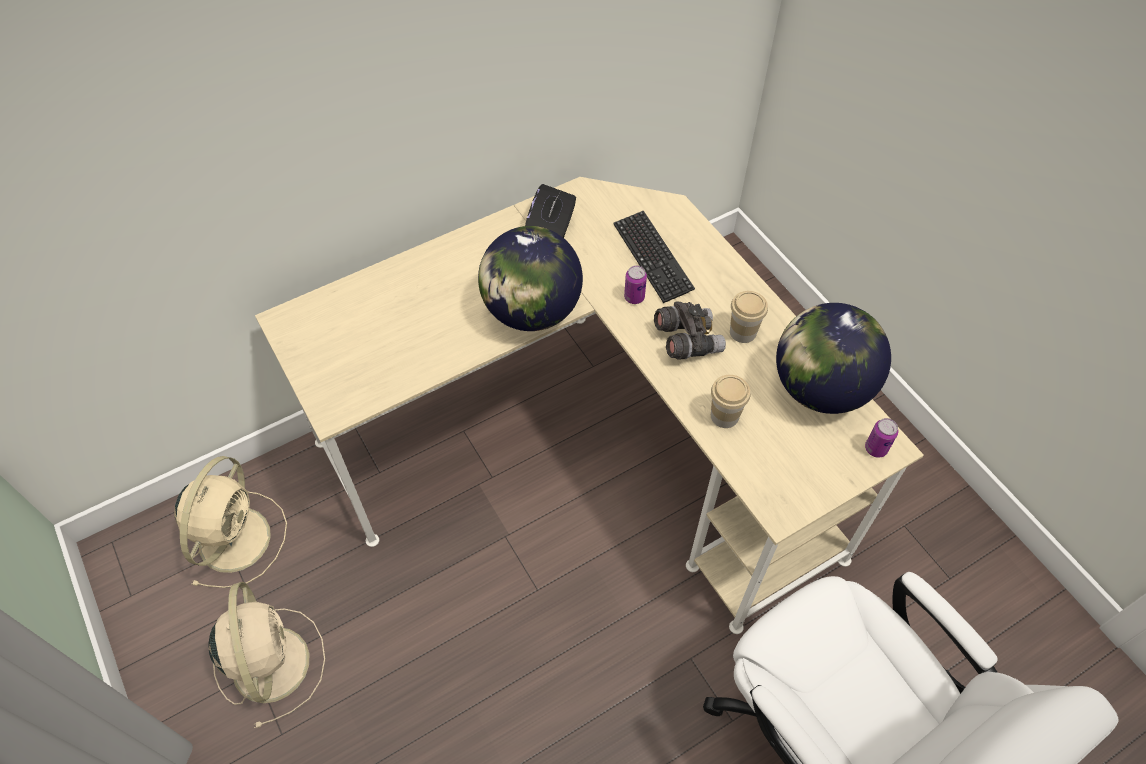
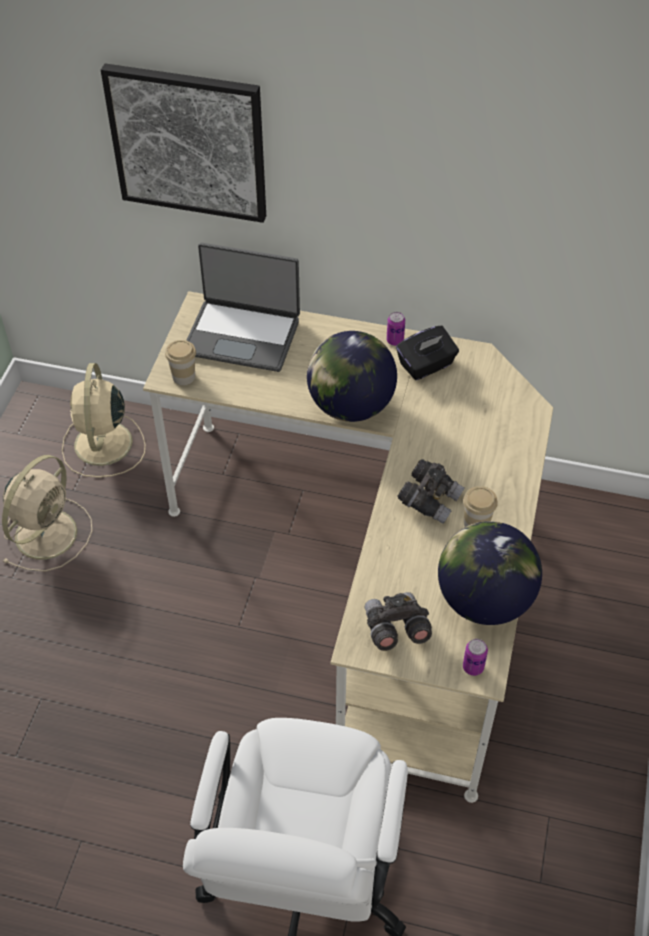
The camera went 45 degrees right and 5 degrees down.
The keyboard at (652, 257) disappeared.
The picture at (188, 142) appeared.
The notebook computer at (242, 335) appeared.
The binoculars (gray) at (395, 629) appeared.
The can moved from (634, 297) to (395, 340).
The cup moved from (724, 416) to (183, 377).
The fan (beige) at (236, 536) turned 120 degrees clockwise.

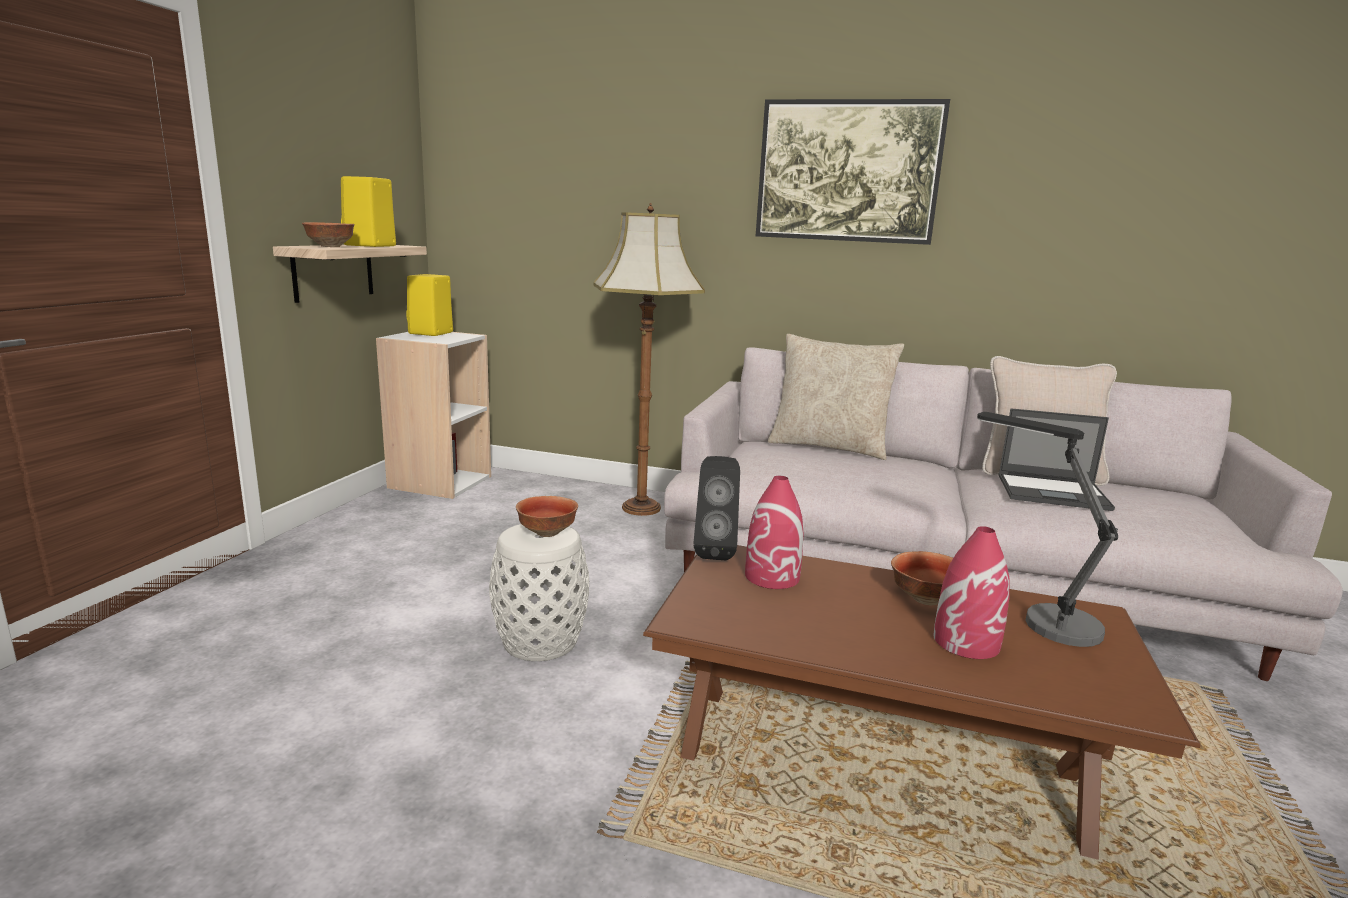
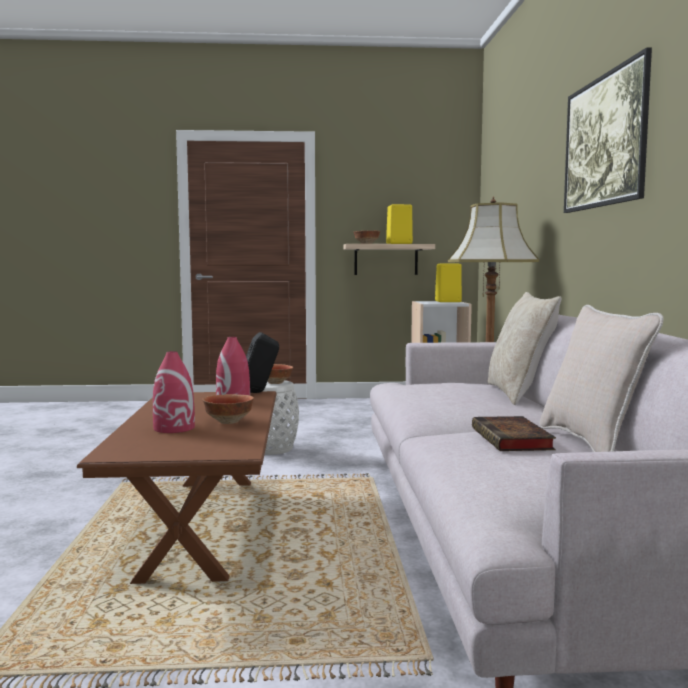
The camera went 70 degrees right and 10 degrees down.
The tabletop lamp at (1041, 618) disappeared.
The notebook computer at (1054, 492) was replaced by the bound book at (513, 440).

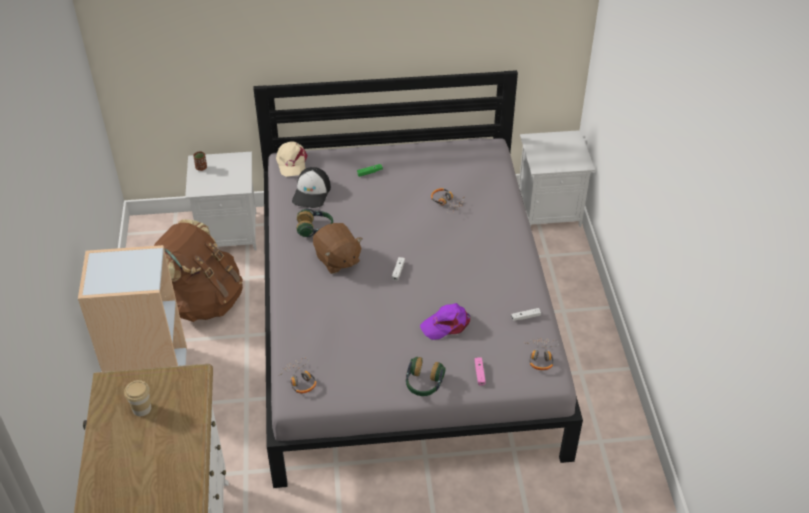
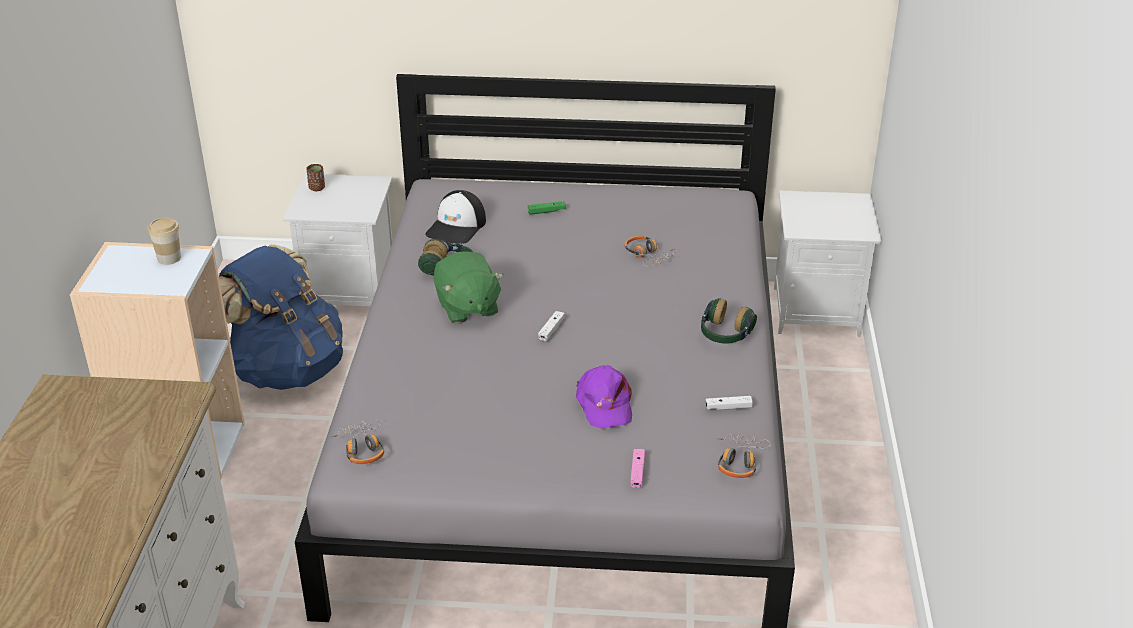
The camera went 10 degrees right and 10 degrees down.
The cap (beige) at (291, 163) disappeared.
The cup moved from (142, 408) to (169, 258).
The headphones moved from (423, 384) to (724, 335).
The rucksack (brown-coloured) at (203, 300) became the rucksack (blue-coloured) at (287, 369).
The soft toy (brown-coloured) at (337, 260) became the soft toy (green) at (467, 307).
The cap (purplish) at (446, 324) turned 90 degrees counterclockwise.

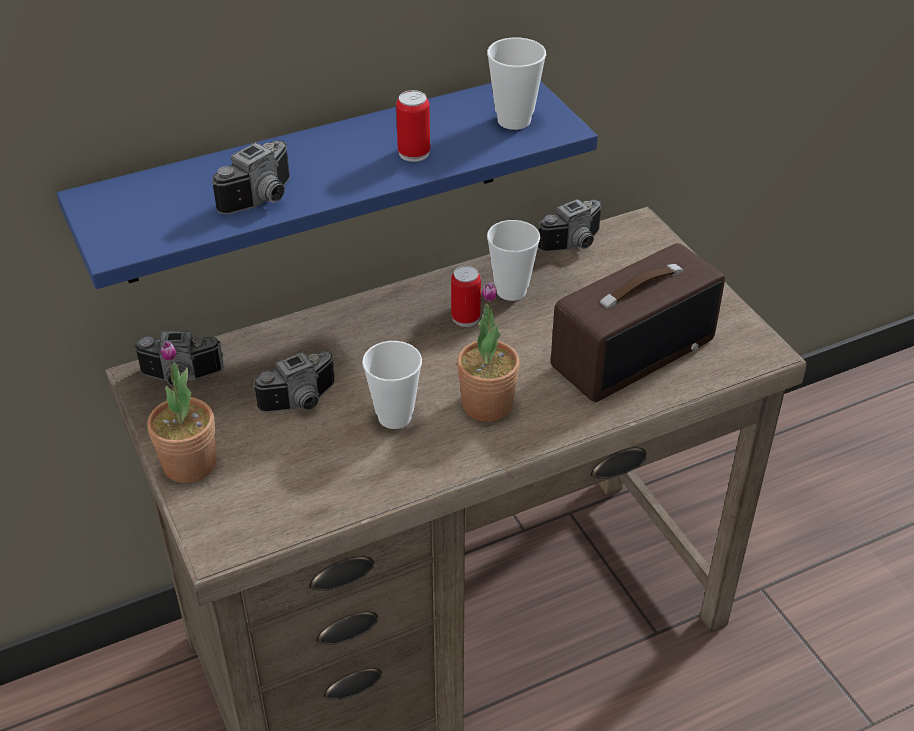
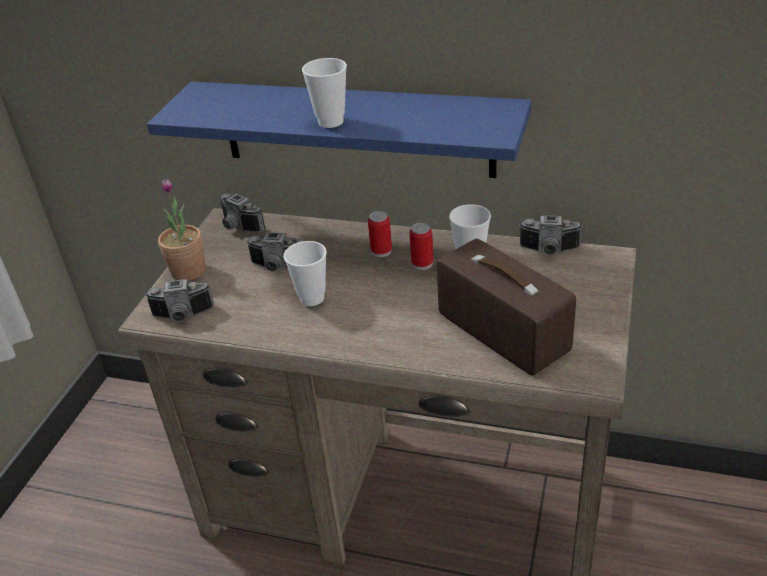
The camera went 45 degrees right and 5 degrees down.
The houseplant at (487, 405) disappeared.
The photo camera moved from (263, 200) to (182, 316).
The can moved from (414, 153) to (381, 251).
The cup moved from (514, 120) to (331, 122).
The radio at (632, 352) turned 135 degrees counterclockwise.

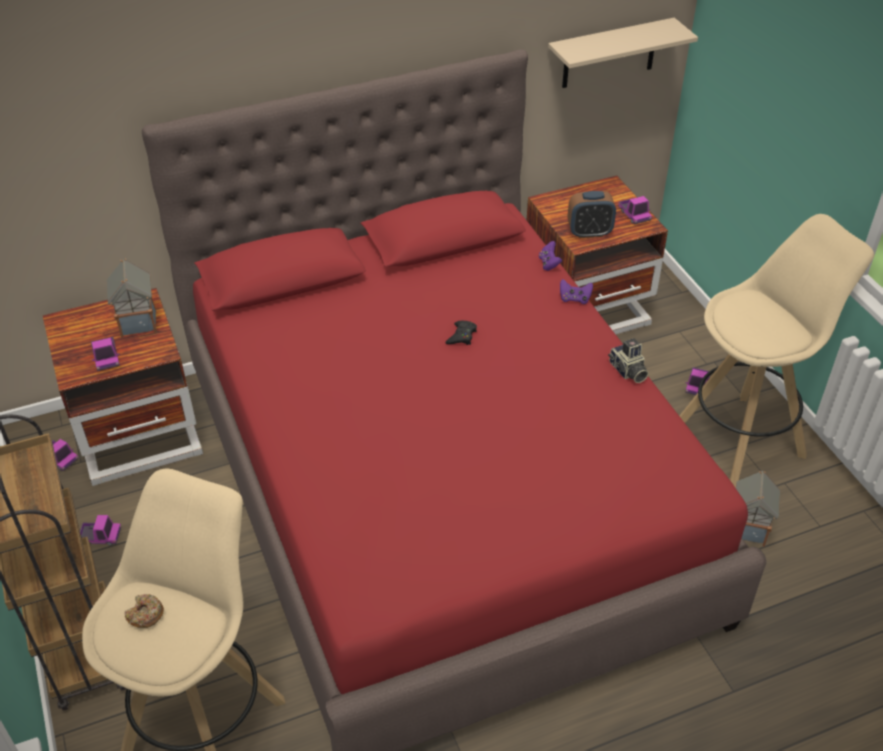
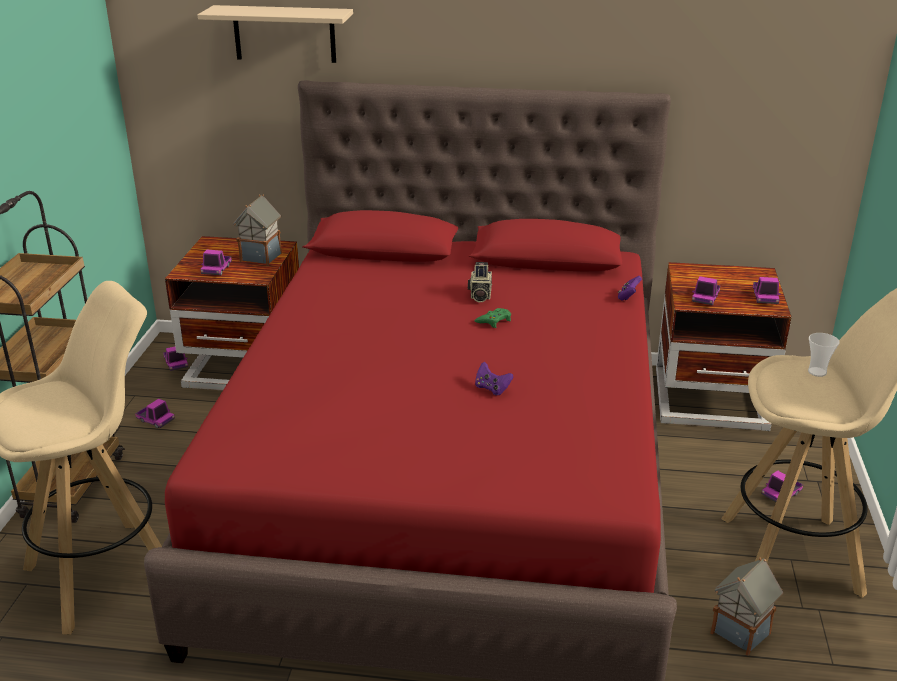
The camera went 30 degrees right and 15 degrees down.
The donut at (145, 615) disappeared.
The cup at (817, 372) appeared.
The wall shelf (beige) moved from (609, 54) to (284, 34).
The joypad (purplish) moved from (574, 299) to (492, 389).
The photo camera moved from (627, 371) to (479, 295).
The alarm clock at (589, 232) was replaced by the model truck at (705, 298).
The joypad (blackish) at (461, 336) became the joypad (green) at (494, 321).

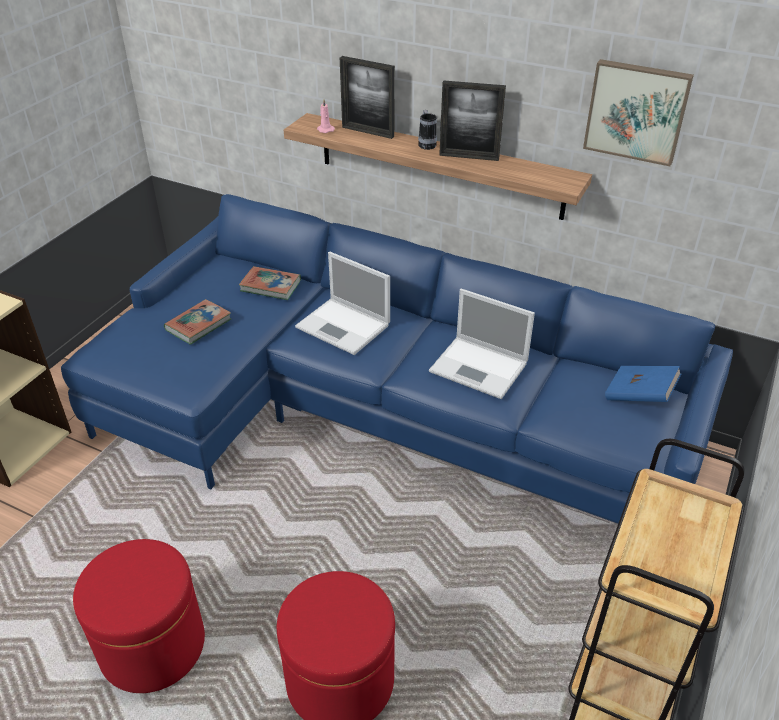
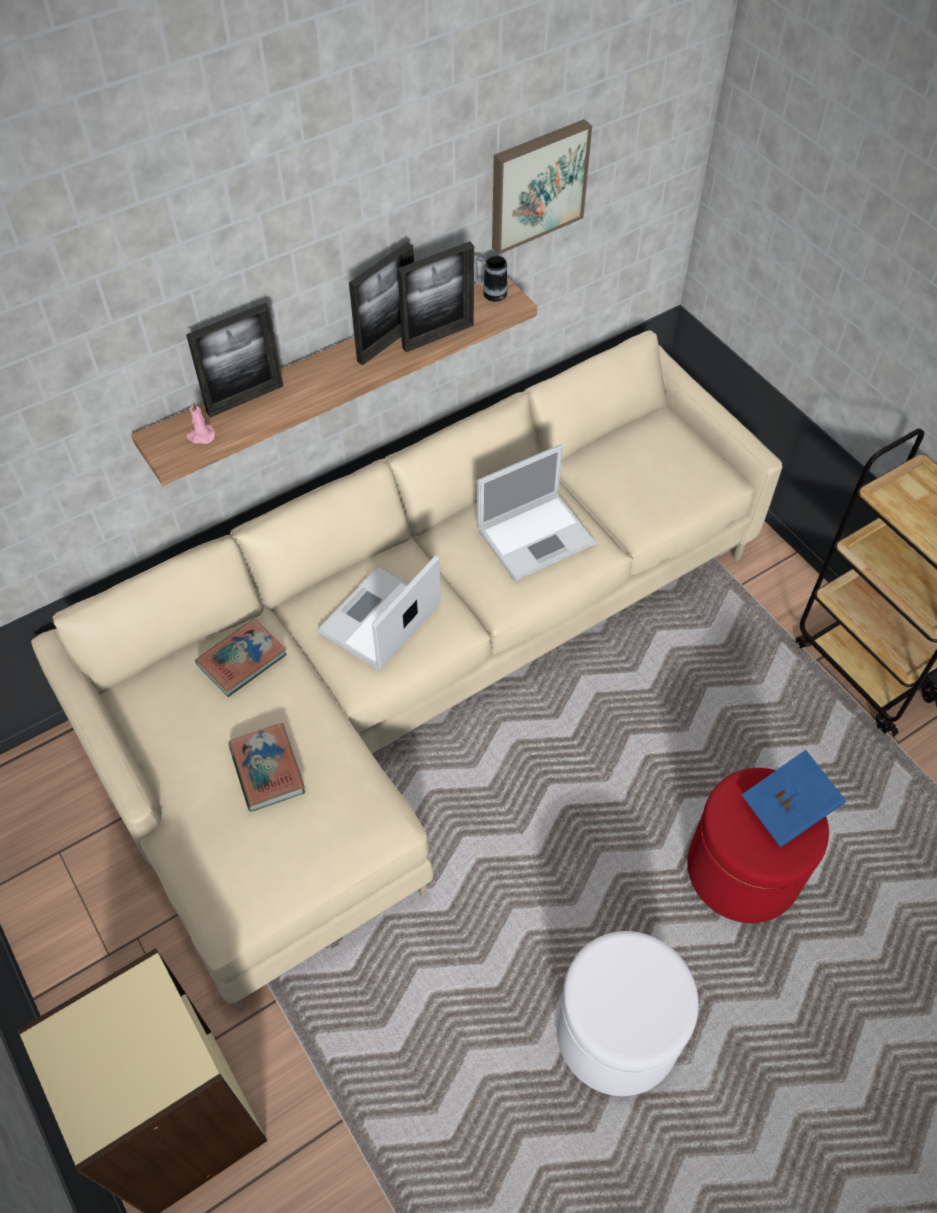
The camera went 60 degrees left and 15 degrees up.
The picture frame at (438, 336) appeared.
The coffee mug moved from (426, 144) to (490, 293).
The bound book (blue-coloured) moved from (639, 396) to (788, 808).
The couch (blue-coloured) at (377, 412) became the couch (beige) at (415, 671).
The ottoman (red) at (152, 645) became the ottoman (white-coloured) at (617, 1032).
The notebook computer at (344, 327) turned 150 degrees clockwise.

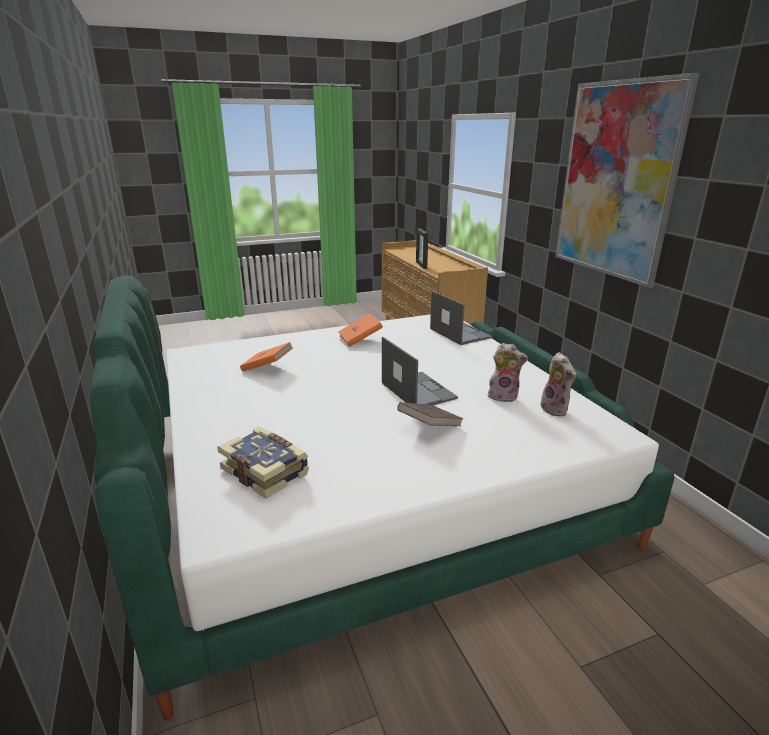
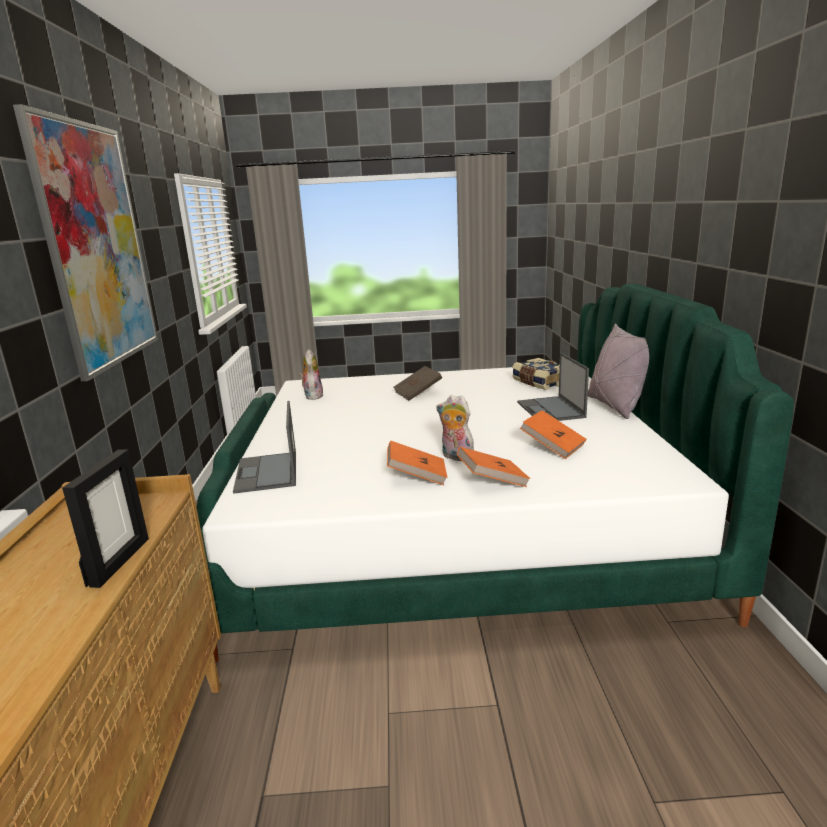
The camera went 160 degrees left and 5 degrees down.
The bound book (orange-coloured) at (492, 481) appeared.
The pillow (purplish) at (615, 406) appeared.
The notebook computer moved from (417, 390) to (551, 410).
The soft toy moved from (503, 396) to (456, 457).

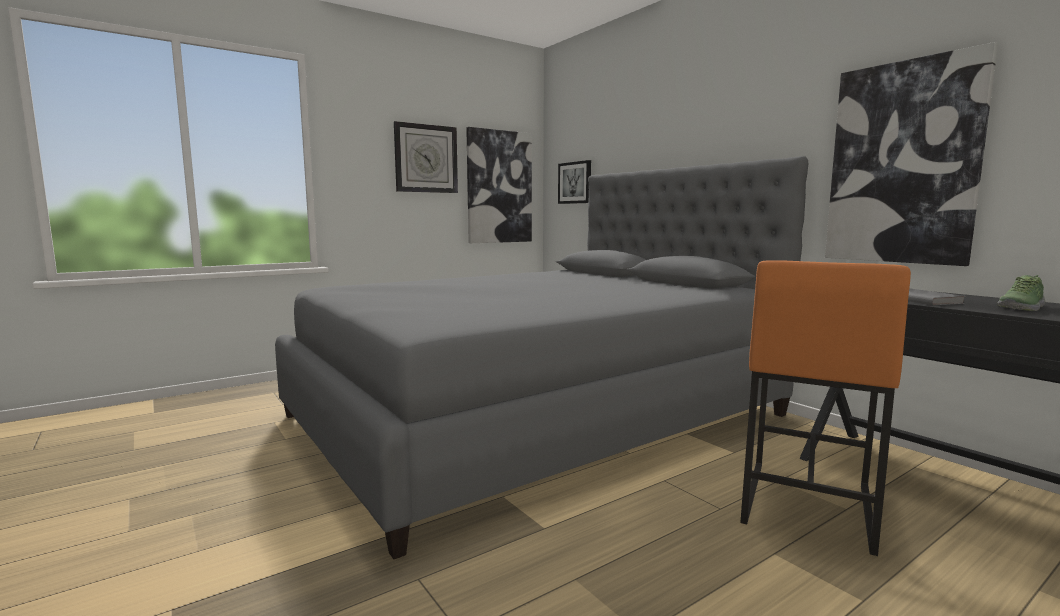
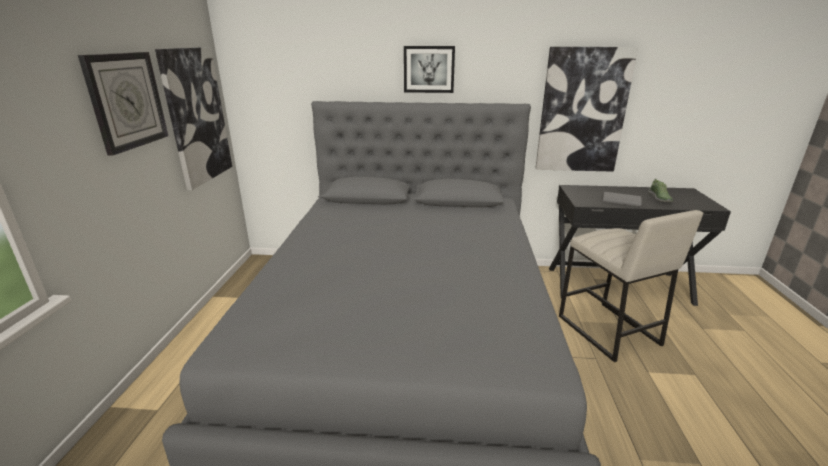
The camera went 50 degrees left and 15 degrees up.
The picture moved from (575, 182) to (429, 69).
The sitting stool (orange-coloured) at (807, 504) became the sitting stool (beige) at (608, 330).

